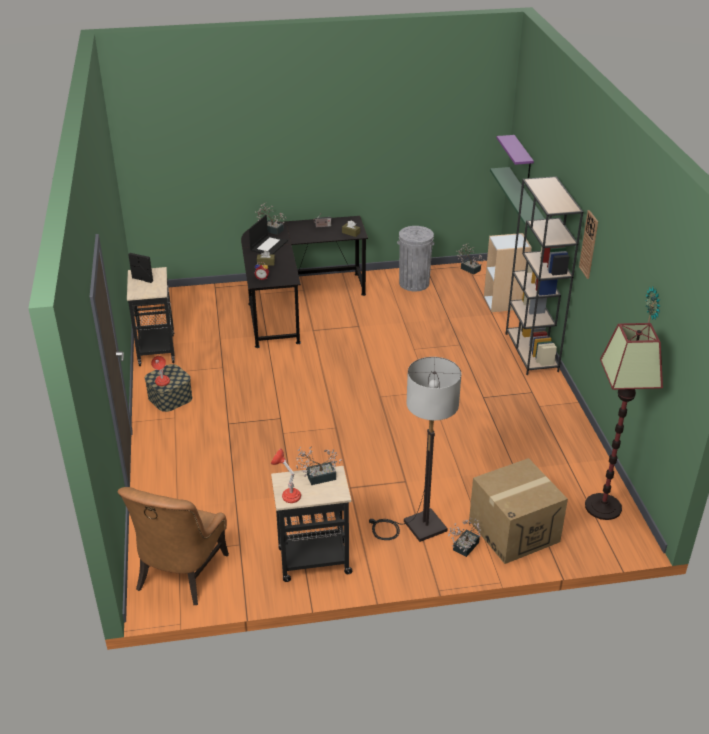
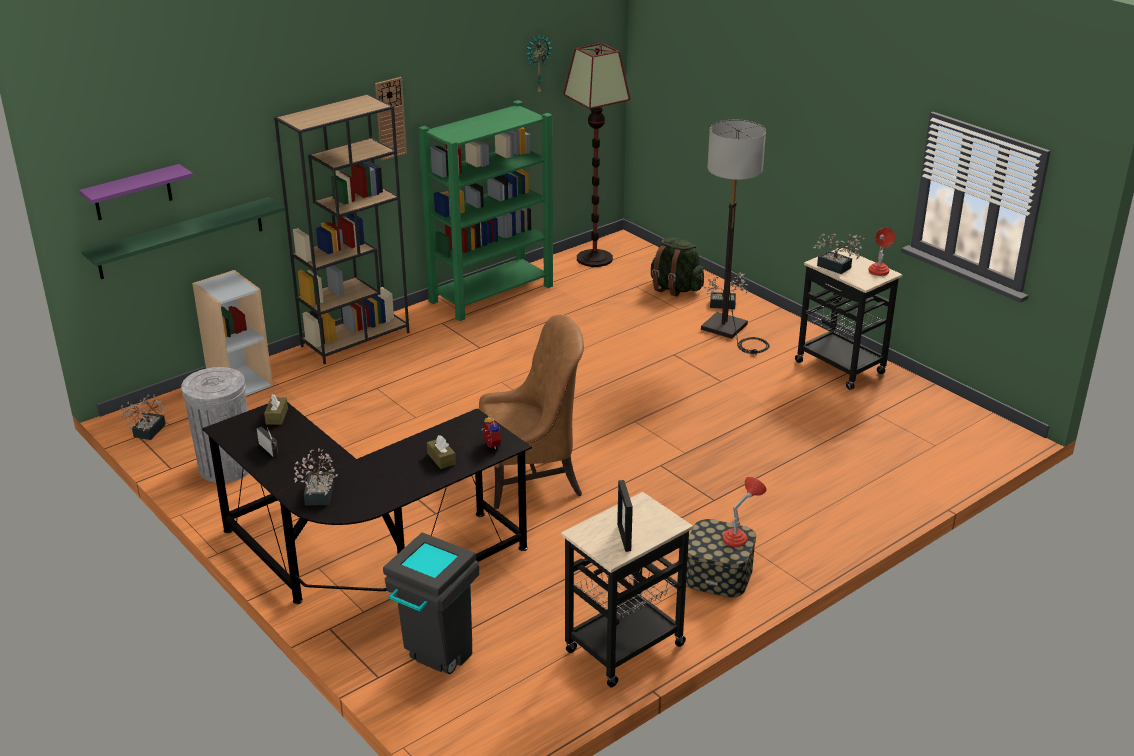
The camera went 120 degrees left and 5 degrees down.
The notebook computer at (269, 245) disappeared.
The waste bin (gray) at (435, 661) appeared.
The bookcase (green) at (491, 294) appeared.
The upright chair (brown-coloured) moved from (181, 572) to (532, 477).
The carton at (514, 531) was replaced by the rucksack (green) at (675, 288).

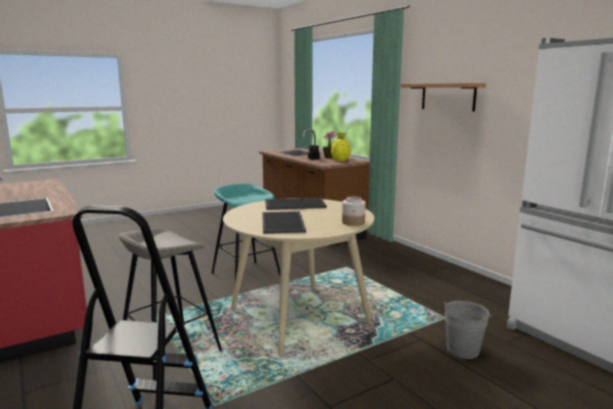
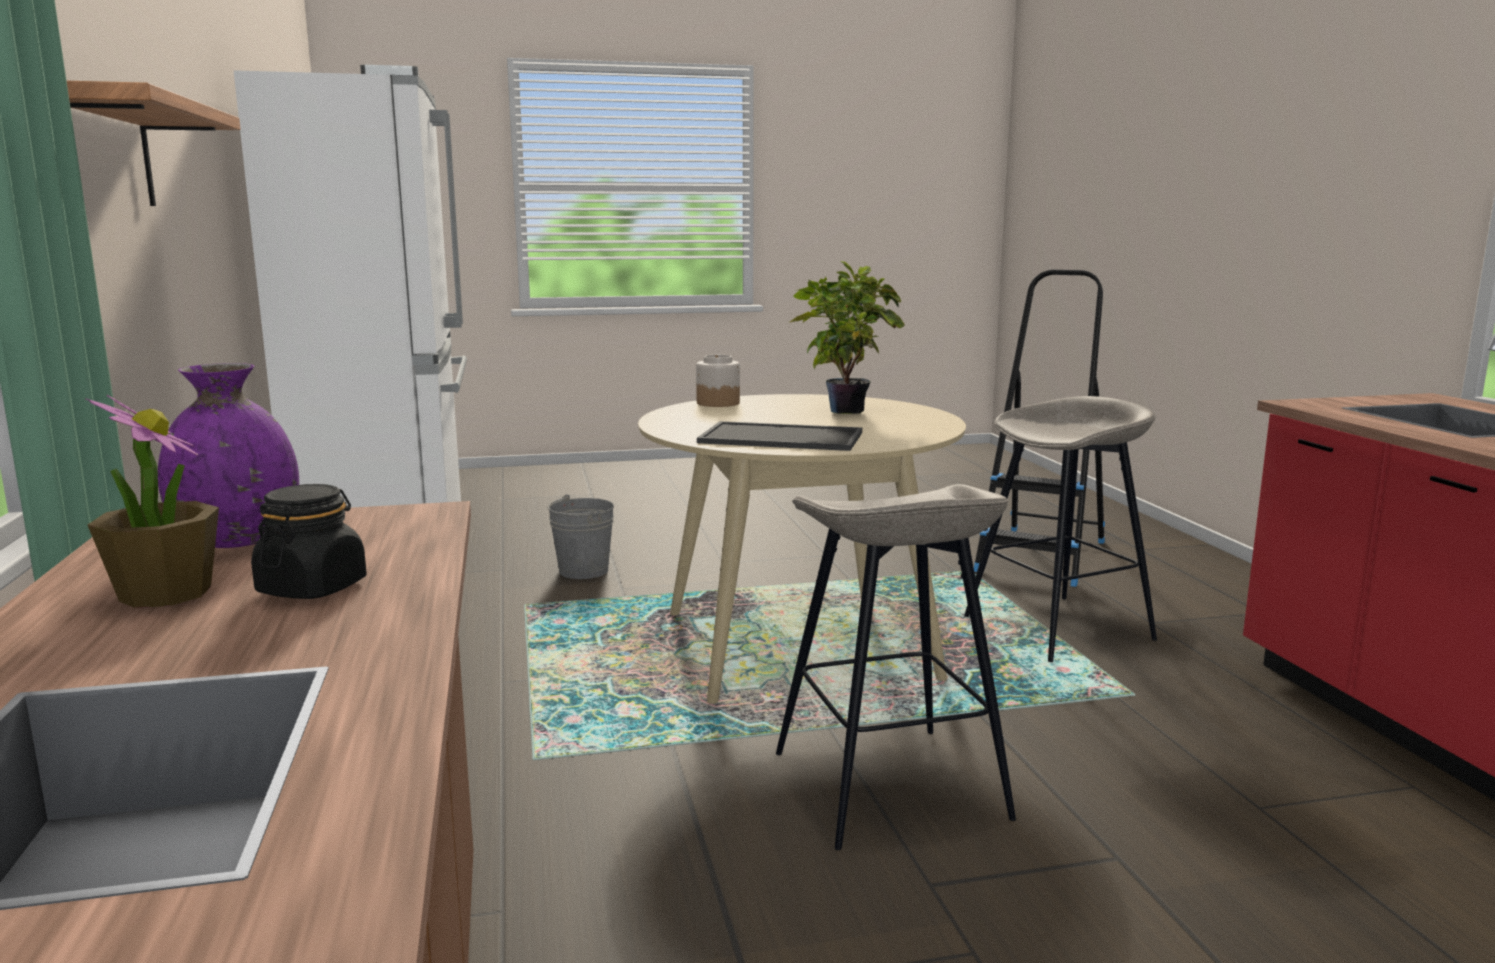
The camera went 160 degrees left and 0 degrees up.
The tray at (283, 223) was replaced by the houseplant at (845, 411).
The sitting stool (blue-green) at (246, 275) became the sitting stool (gray) at (888, 785).
The flower vase (yellow) at (340, 160) became the flower vase (purplish) at (237, 541).

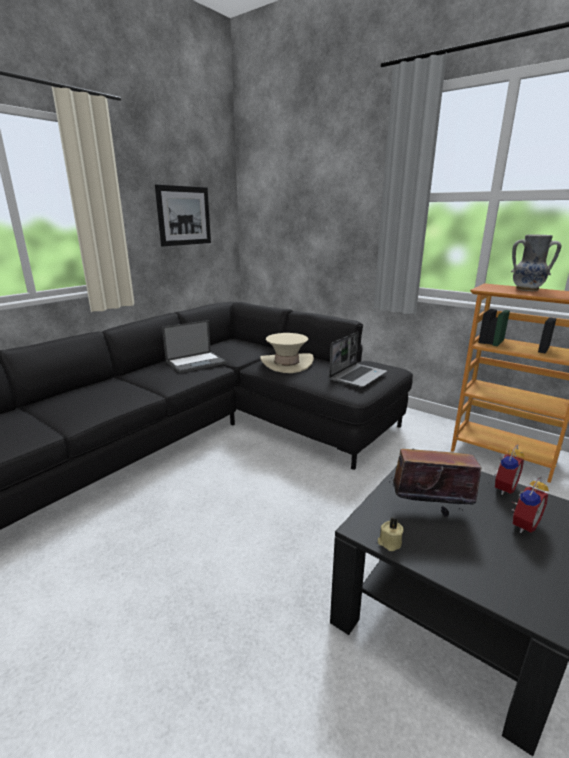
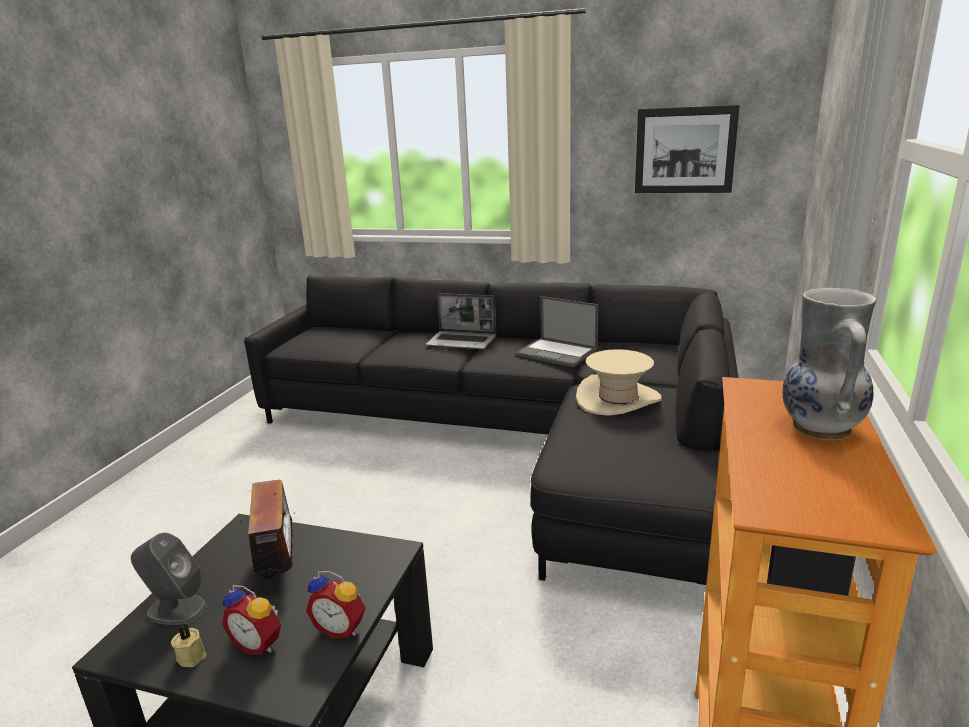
The camera went 70 degrees right and 0 degrees up.
The loudspeaker (gray) at (175, 609) appeared.
The notebook computer moved from (358, 376) to (462, 341).
The wax light (beige) moved from (389, 543) to (192, 656).

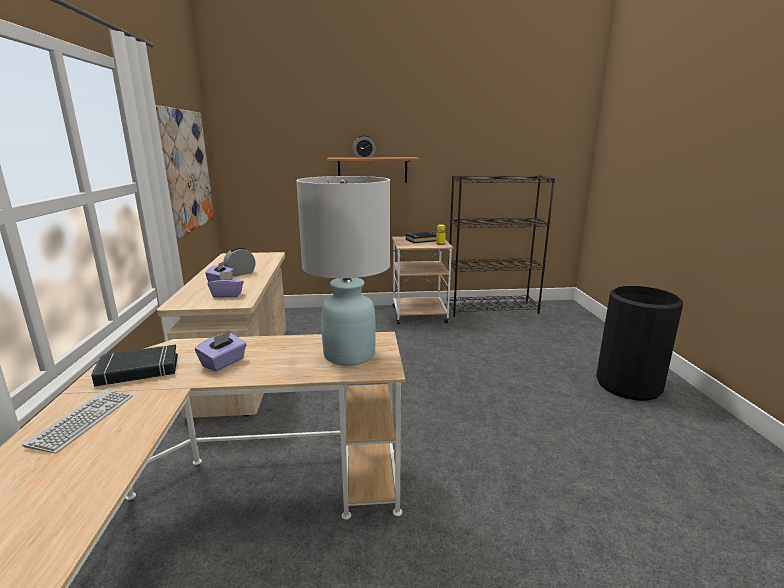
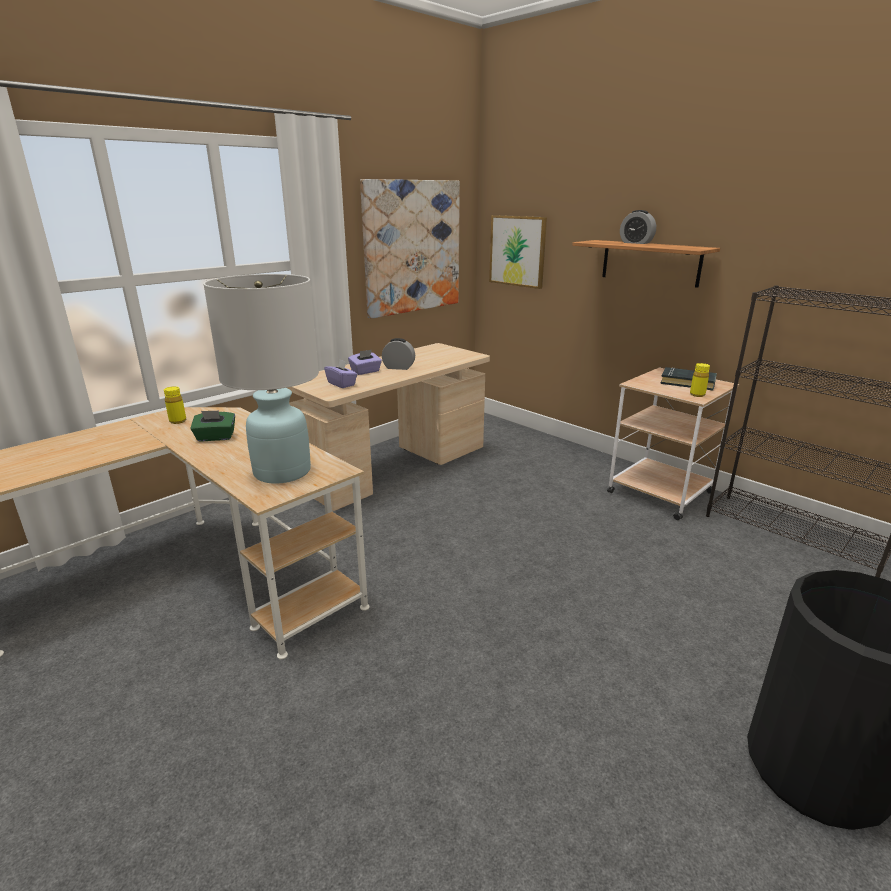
The camera went 50 degrees right and 5 degrees up.
The keyboard at (83, 420) disappeared.
The picture at (517, 251) appeared.
The bound book (blackish) at (138, 370) was replaced by the drink bottle (yellow) at (178, 421).
The box of tissues (purplish) at (223, 363) became the box of tissues (green) at (215, 437).

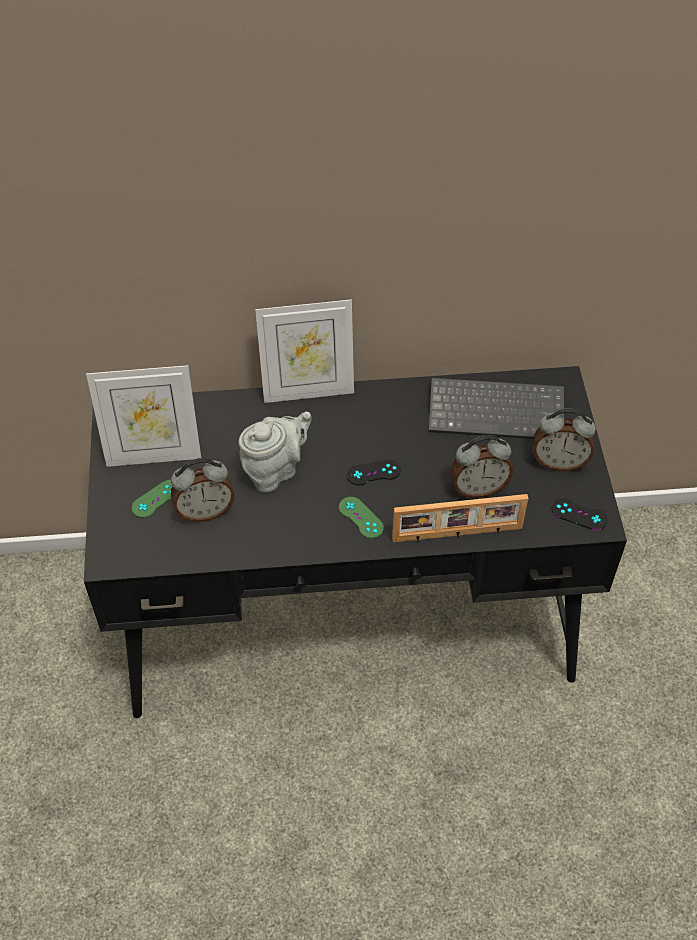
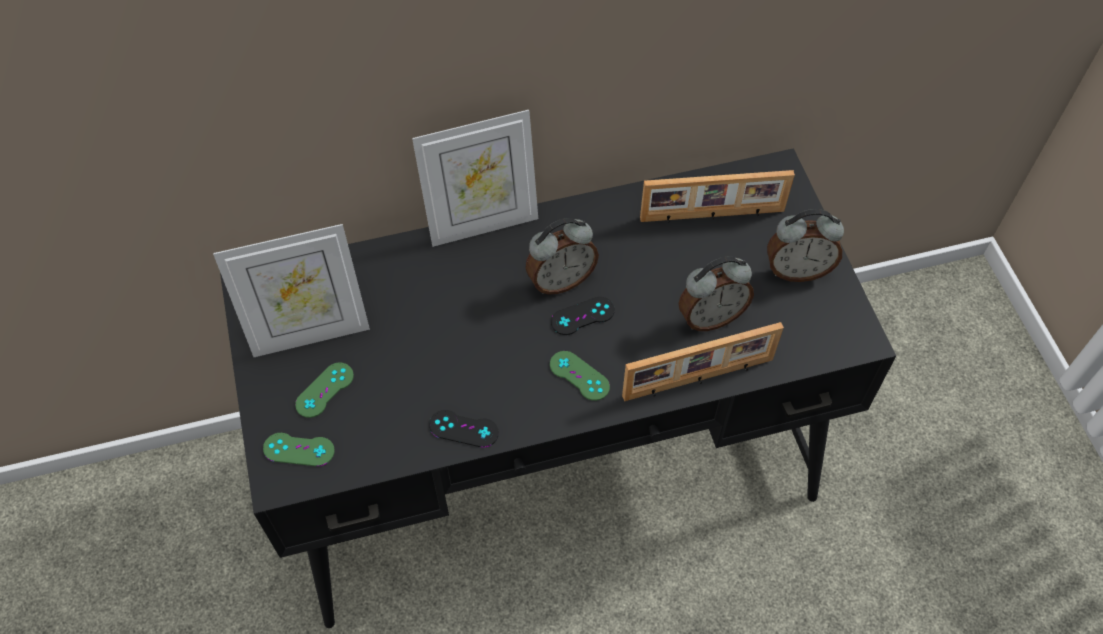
The camera went 10 degrees left and 5 degrees up.
The tea pot (gray) at (275, 470) disappeared.
The joypad (green) at (299, 449) appeared.
The alarm clock moved from (205, 511) to (560, 280).
The joypad (blackish) moved from (579, 514) to (464, 429).
The keyboard at (498, 410) was replaced by the picture frame at (712, 216).

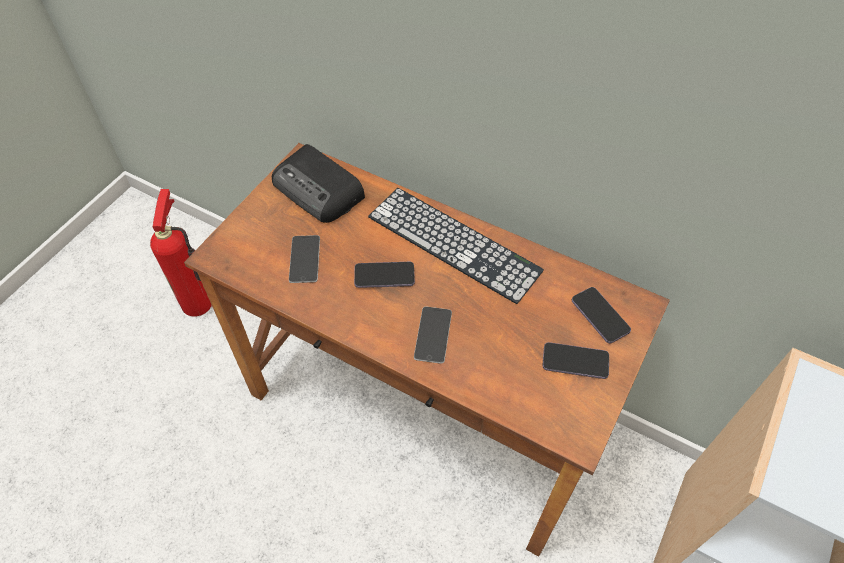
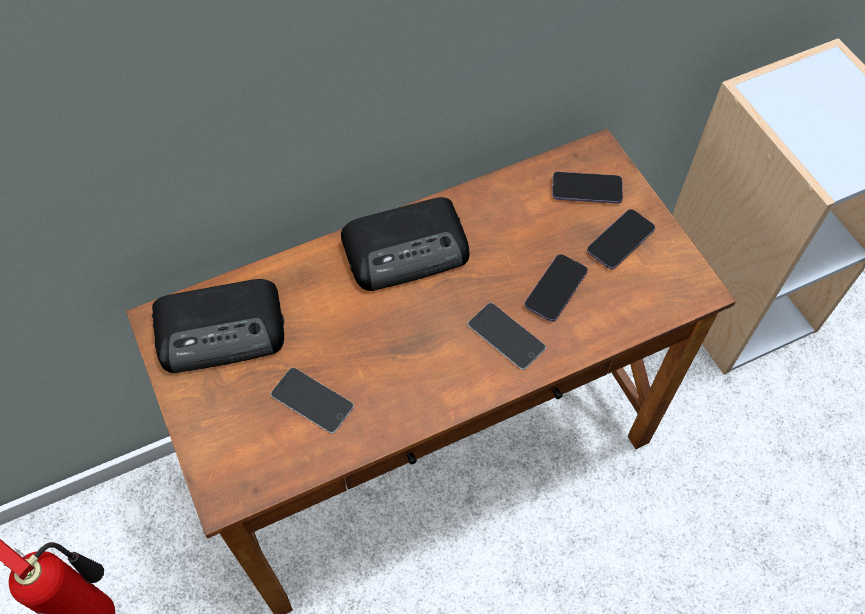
The camera went 55 degrees left and 5 degrees up.
The telephone moved from (384, 276) to (555, 289).
The keyboard at (453, 243) was replaced by the radio at (408, 249).

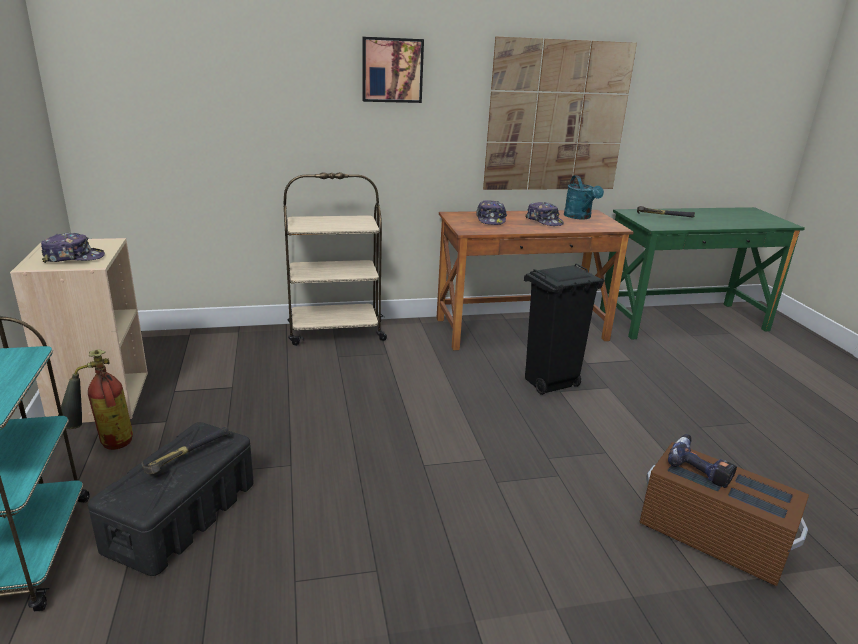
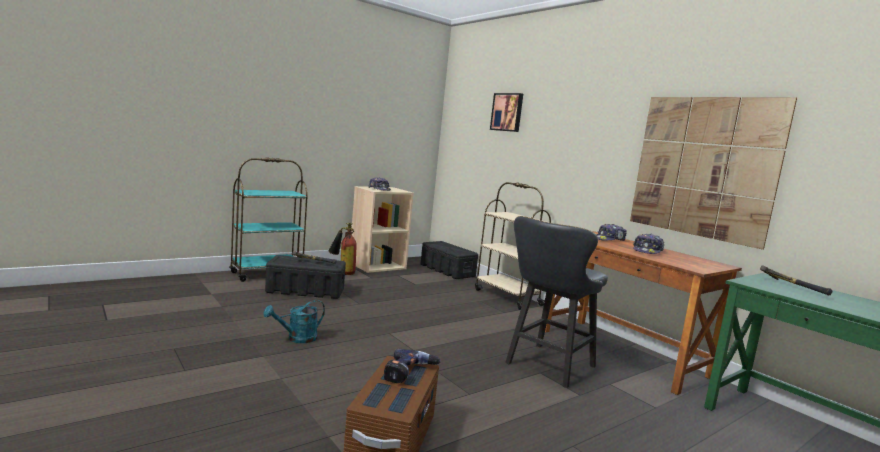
The camera went 65 degrees right and 15 degrees down.
The storage container (blackish) at (447, 270) appeared.
The picture moved from (392, 70) to (507, 112).
The watering can (blue-green) moved from (579, 217) to (297, 338).
The waste bin (blackish) at (549, 384) was replaced by the sitting stool (gray) at (545, 368).

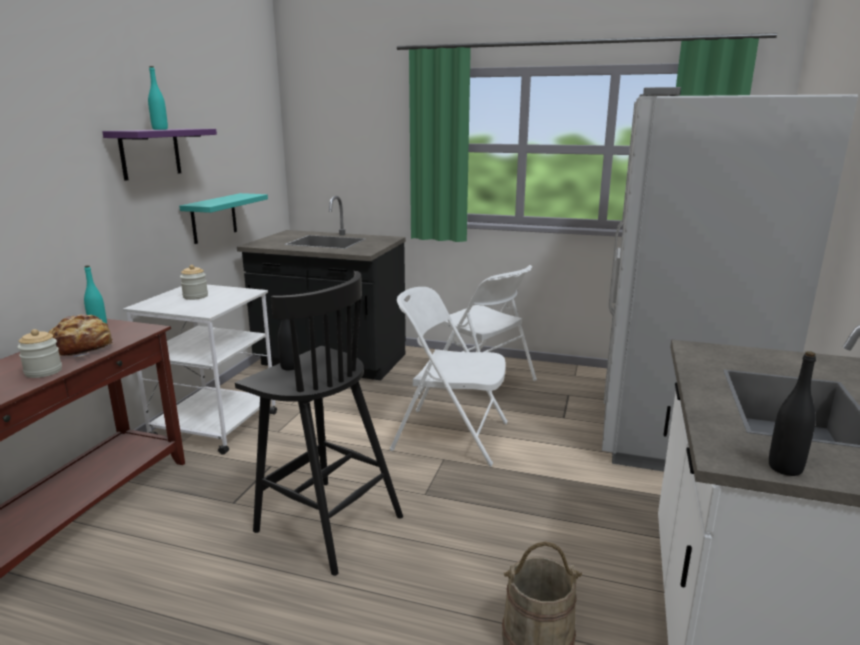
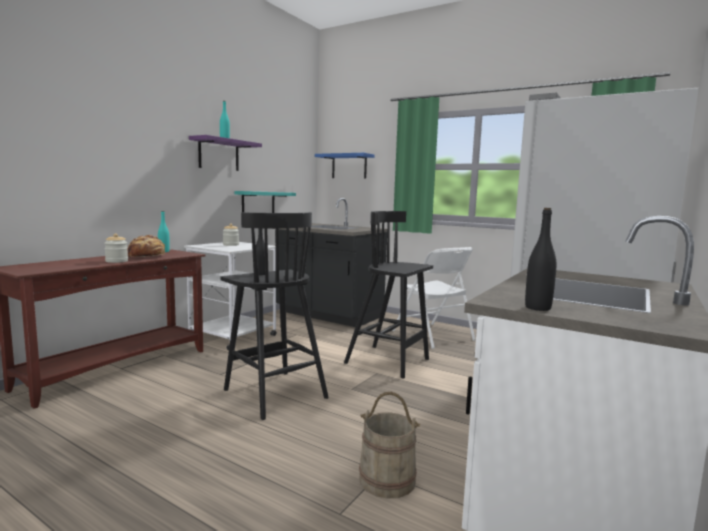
The camera went 15 degrees right and 10 degrees down.
The wall shelf (blue-coloured) at (349, 166) appeared.
The upright chair (white-coloured) at (451, 435) was replaced by the sitting stool (blackish) at (390, 361).

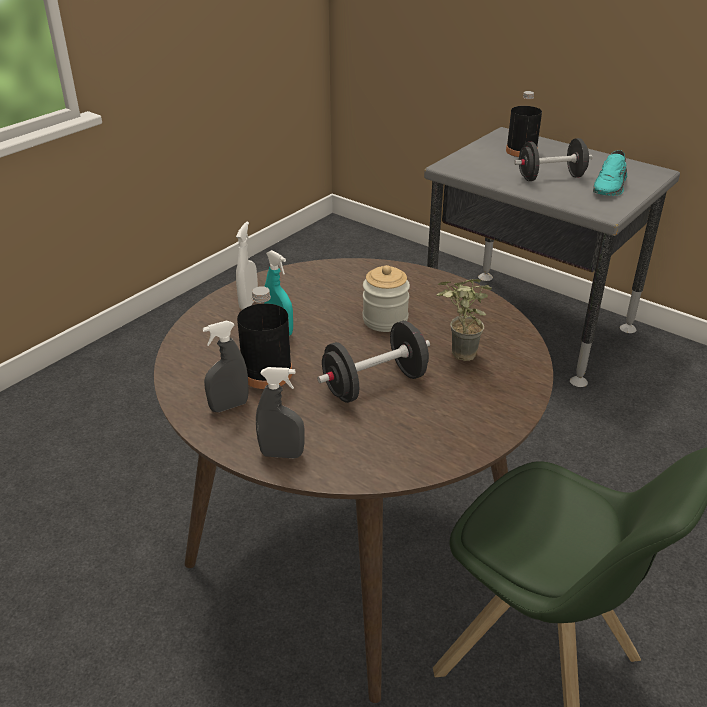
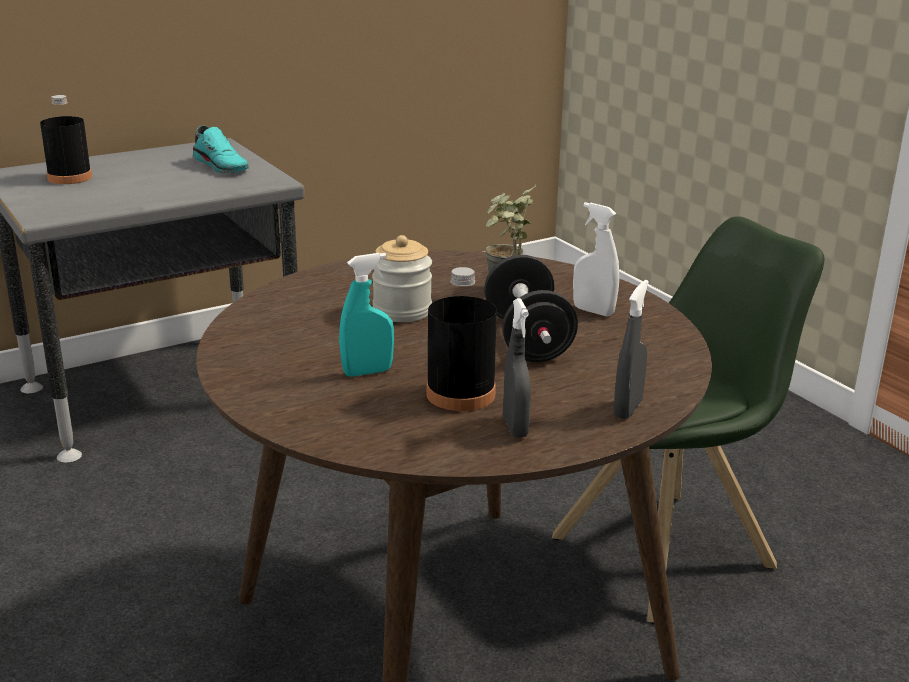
The camera went 70 degrees left and 10 degrees down.
The free weight (blackish) at (550, 177) disappeared.
The spray bottle (white-coloured) moved from (248, 302) to (593, 311).

